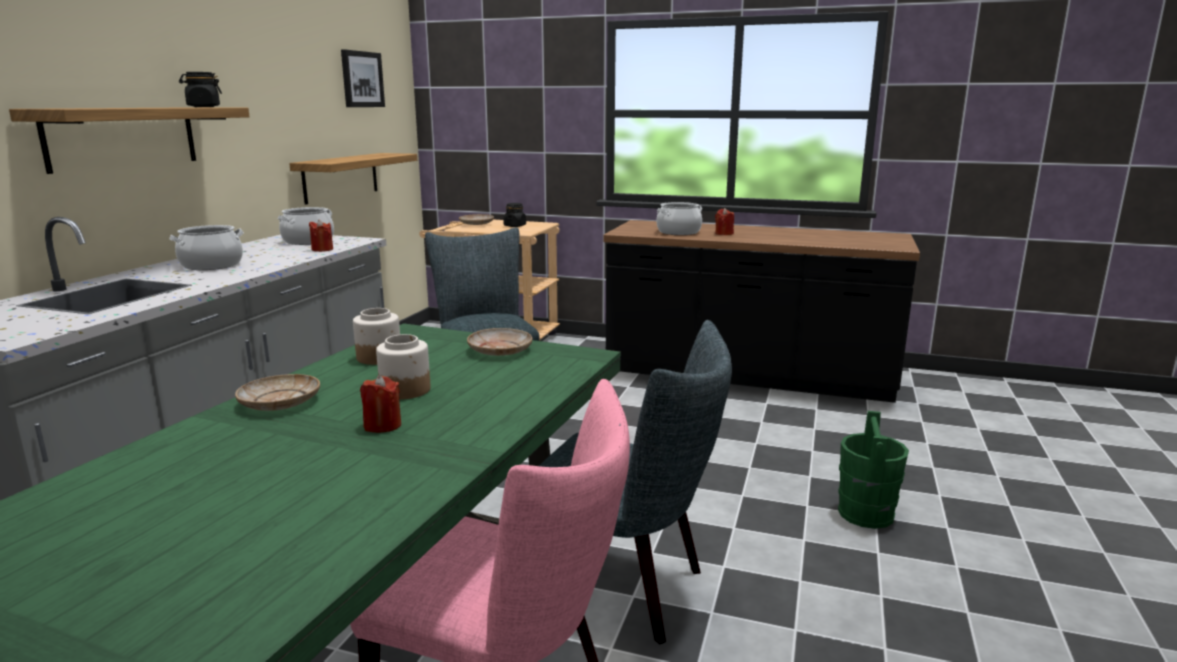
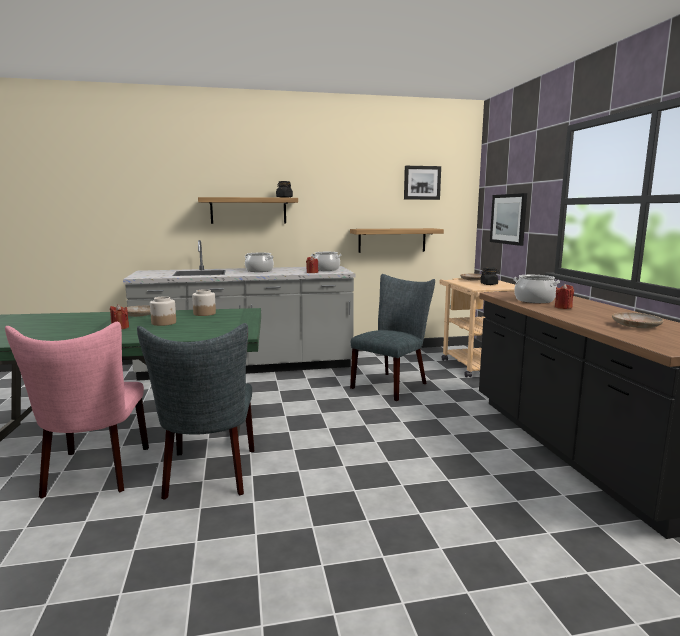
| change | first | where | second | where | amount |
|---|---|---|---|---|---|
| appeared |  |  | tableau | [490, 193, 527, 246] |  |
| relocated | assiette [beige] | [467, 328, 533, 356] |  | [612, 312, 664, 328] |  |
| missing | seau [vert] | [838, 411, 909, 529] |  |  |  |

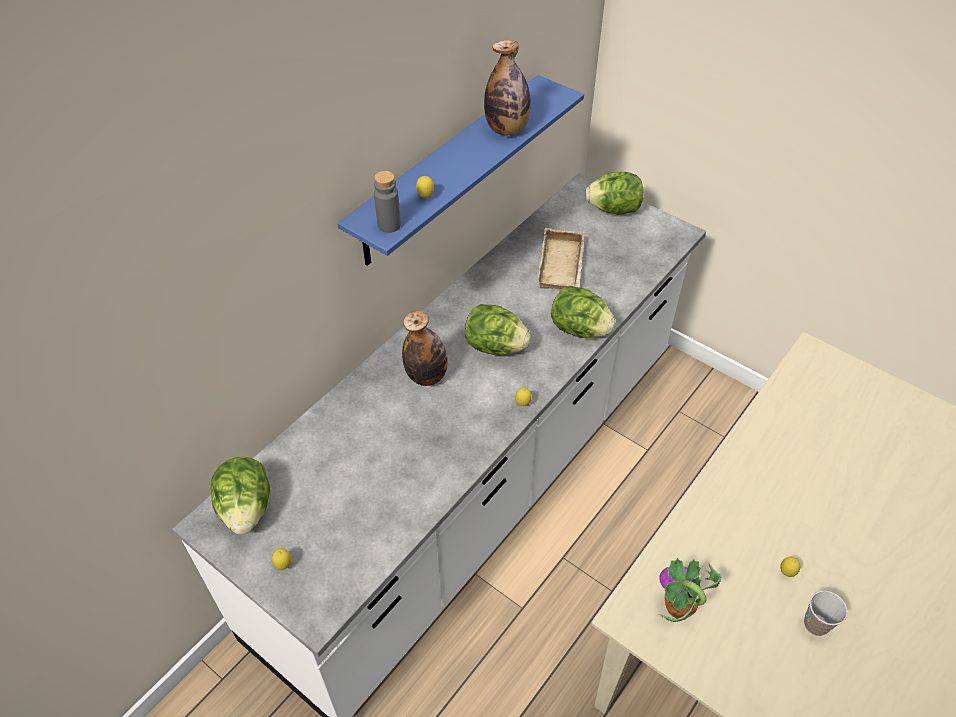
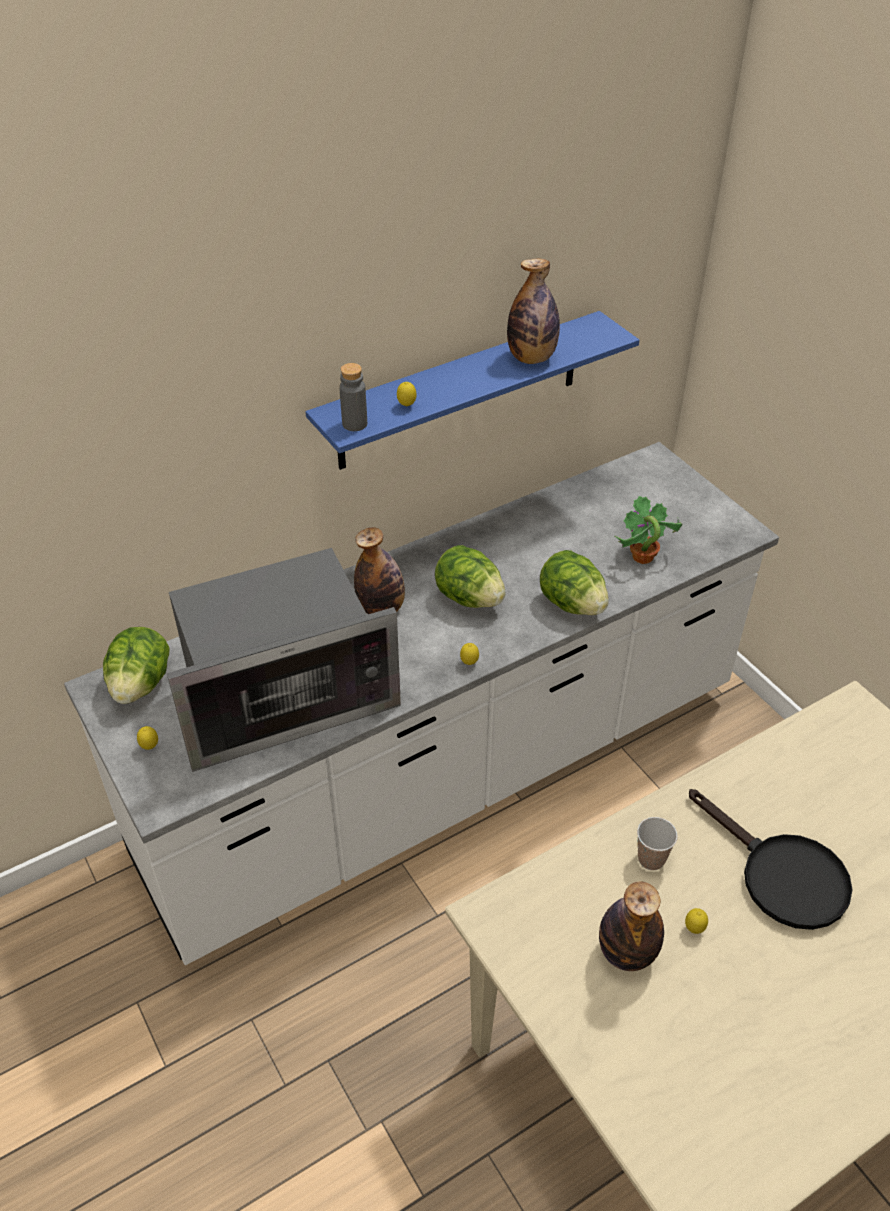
| change | first | where | second | where | amount |
|---|---|---|---|---|---|
| appeared |  |  | micro-ondes | [167, 548, 401, 772] |  |
| appeared |  |  | bouteille | [599, 881, 664, 971] |  |
| relocated | plante en pot | [658, 558, 721, 622] |  | [615, 496, 682, 564] |  |
| relocated | tasse | [804, 591, 848, 636] |  | [637, 817, 678, 870] |  |
| appeared |  |  | poêle [noir] | [689, 789, 853, 930] |  |
| missing | plateau [beige] | [537, 228, 585, 289] |  |  |  |
| missing | laitue | [585, 172, 644, 215] |  |  |  |

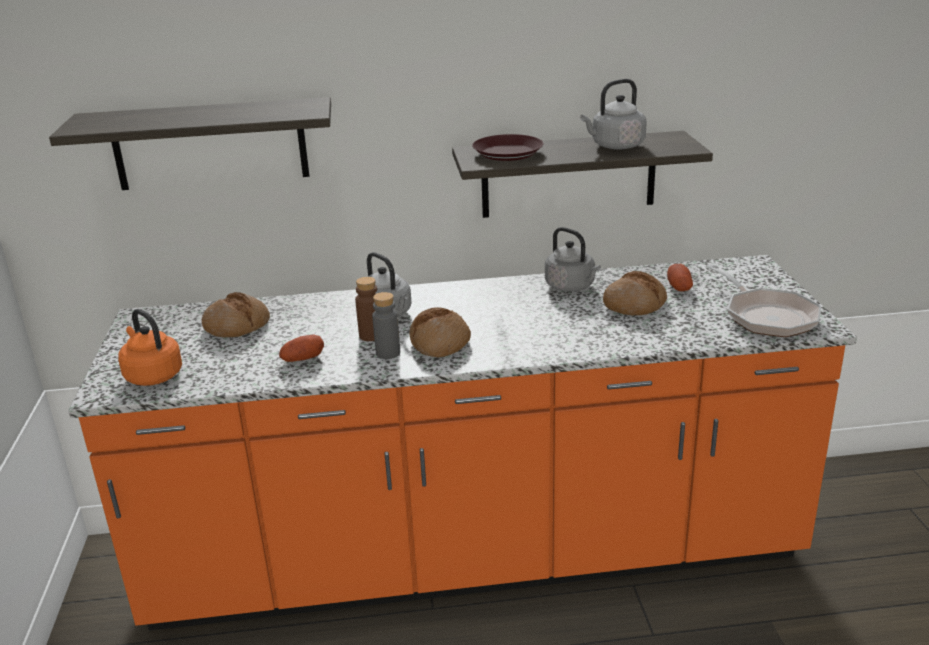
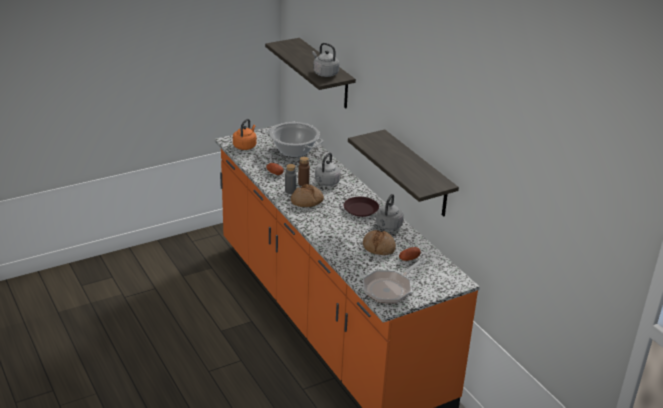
| change | first | where | second | where | amount |
|---|---|---|---|---|---|
| exchanged | pain | [202, 292, 270, 337] | marmite | [266, 122, 323, 157] |  |
| relocated | bouilloire [gris] | [580, 79, 647, 150] |  | [312, 43, 339, 77] |  |
| relocated | assiette [marron] | [472, 134, 544, 161] |  | [343, 197, 379, 217] |  |

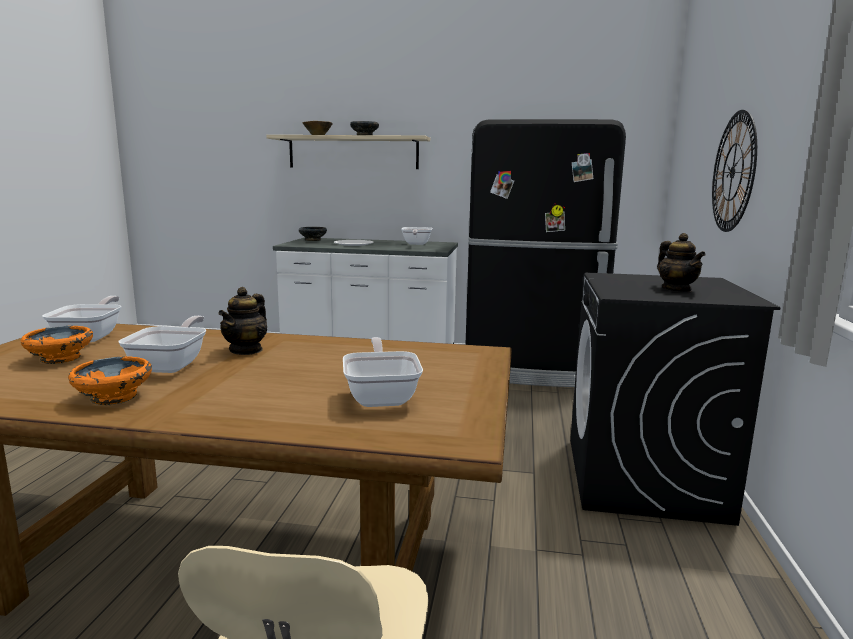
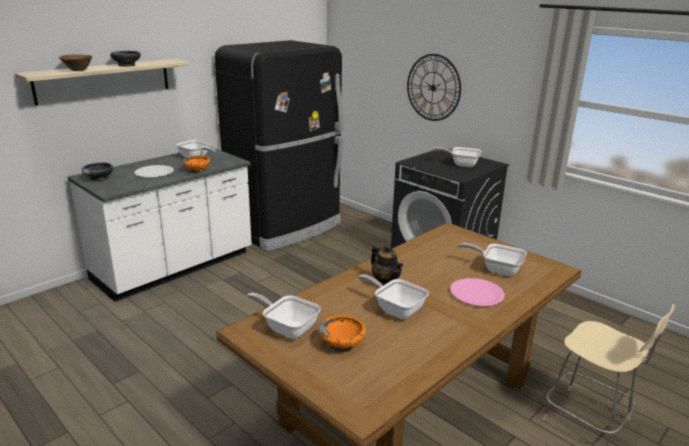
| change | first | where | second | where | amount |
|---|---|---|---|---|---|
| relocated | bol [orange] | [68, 356, 152, 405] |  | [182, 155, 210, 173] |  |
| exchanged | théière | [657, 233, 706, 292] | poêle | [432, 147, 481, 167] |  |
| appeared |  |  | assiette [rose] | [450, 278, 504, 306] |  |

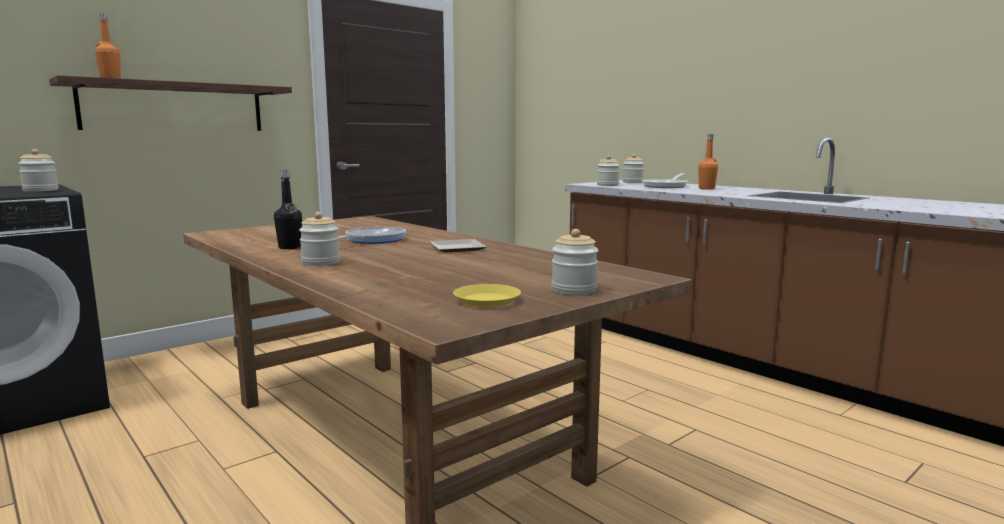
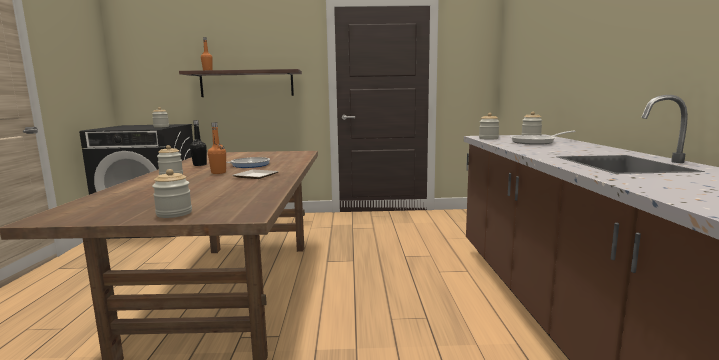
| change | first | where | second | where | amount |
|---|---|---|---|---|---|
| relocated | bouteille [orange] | [698, 134, 718, 190] |  | [208, 122, 226, 174] |  |
| missing | assiette [jaune] | [453, 284, 521, 307] |  |  |  |

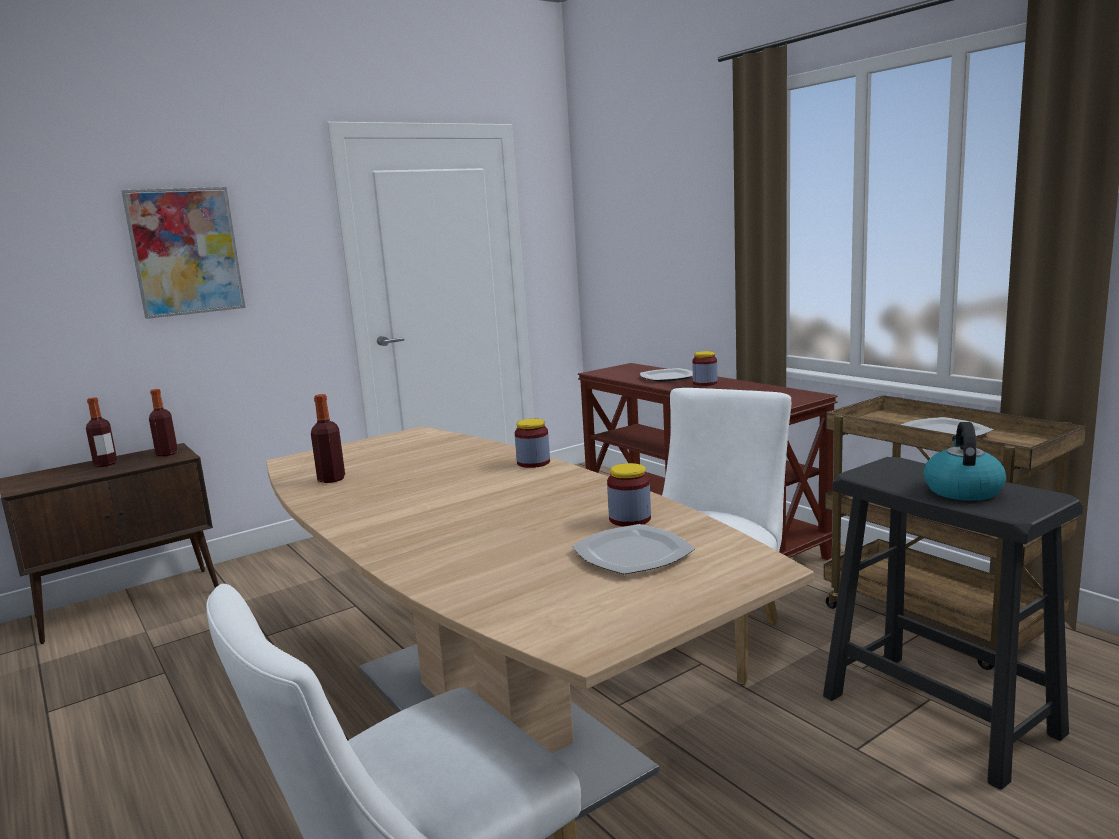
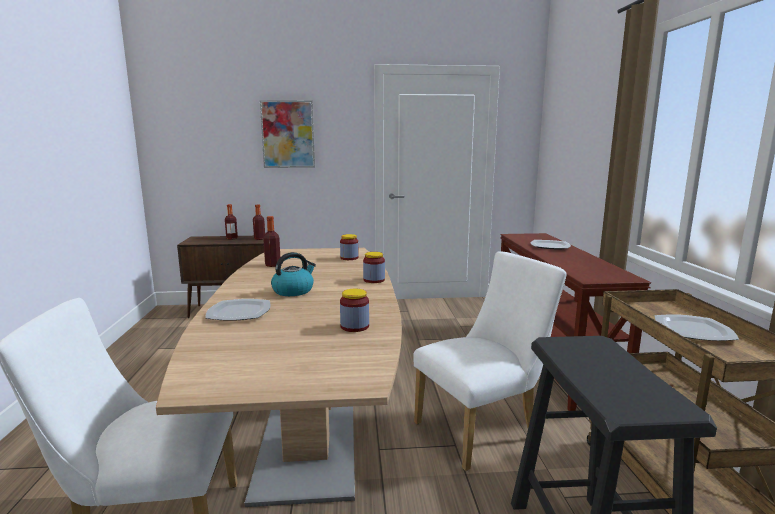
| change | first | where | second | where | amount |
|---|---|---|---|---|---|
| relocated | assiette | [572, 524, 695, 574] |  | [206, 299, 271, 321] |  |
| relocated | bouilloire | [924, 422, 1006, 501] |  | [271, 252, 316, 296] |  |
| relocated | bocal | [692, 351, 718, 386] |  | [340, 234, 359, 260] |  |

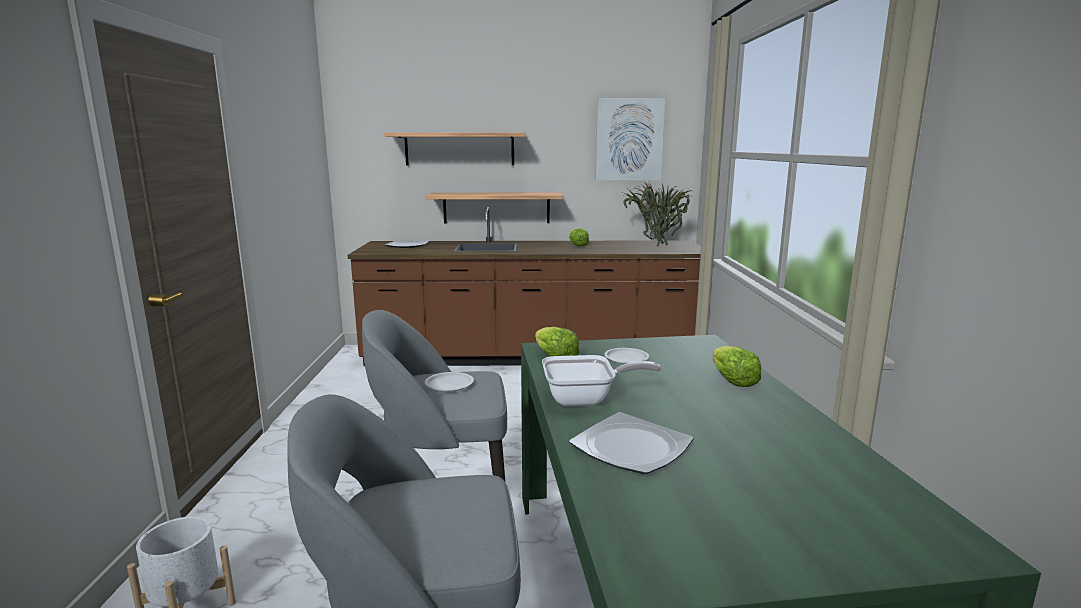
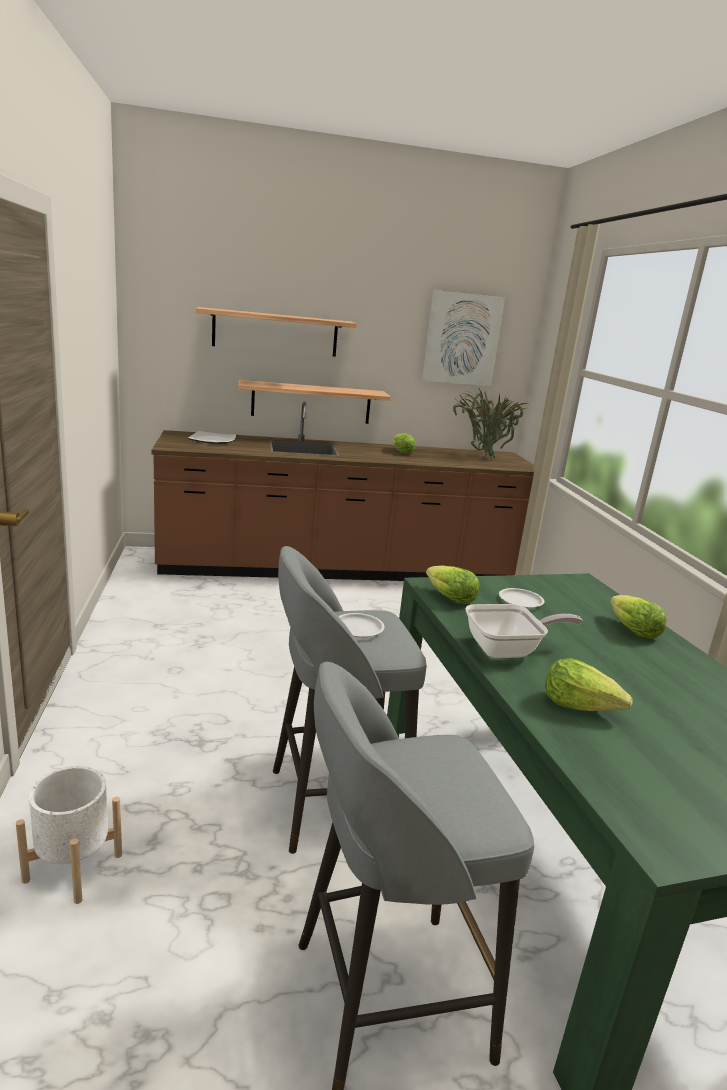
| change | first | where | second | where | amount |
|---|---|---|---|---|---|
| exchanged | assiette | [569, 412, 694, 474] | laitue | [545, 658, 633, 711] |  |

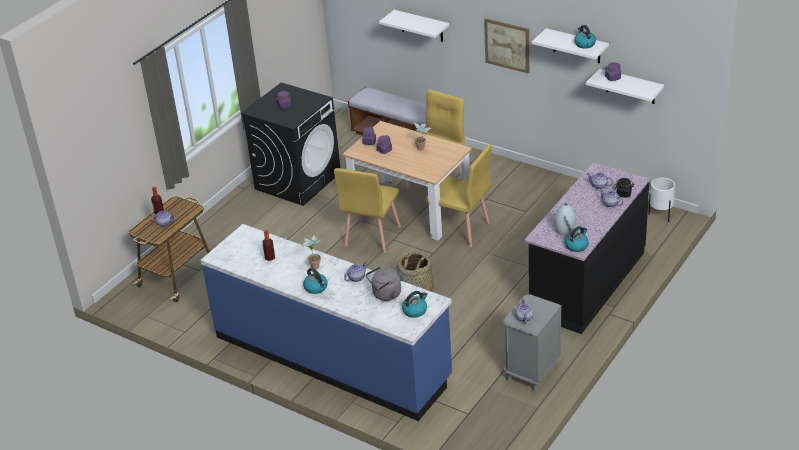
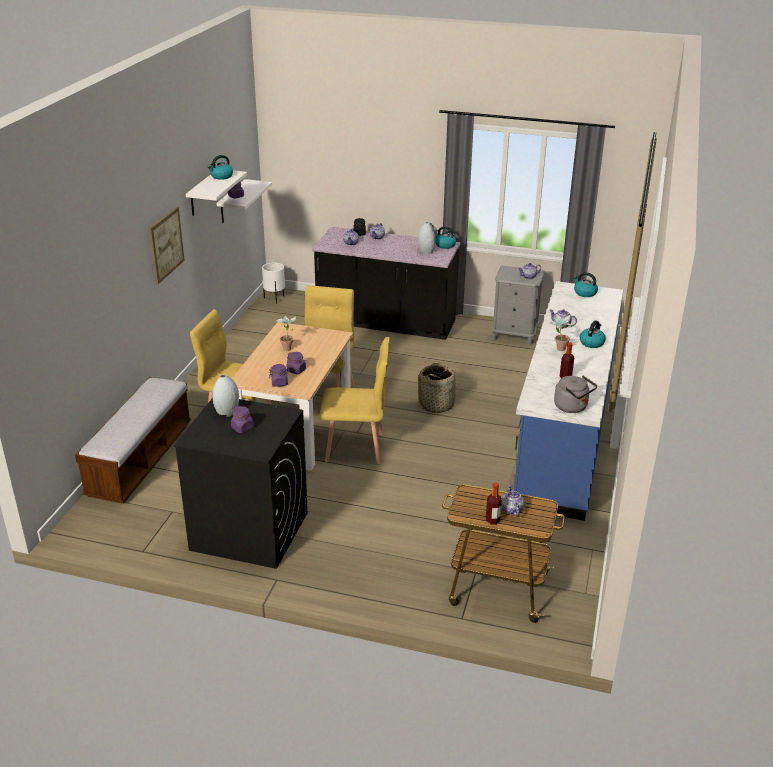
| change | first | where | second | where | amount |
|---|---|---|---|---|---|
| appeared |  |  | vase [gris] | [212, 375, 239, 417] |  |
| relocated | bouilloire [gris] | [366, 267, 401, 301] |  | [554, 375, 597, 413] |  |
| missing | étagère [blanc] | [379, 10, 449, 42] |  |  |  |

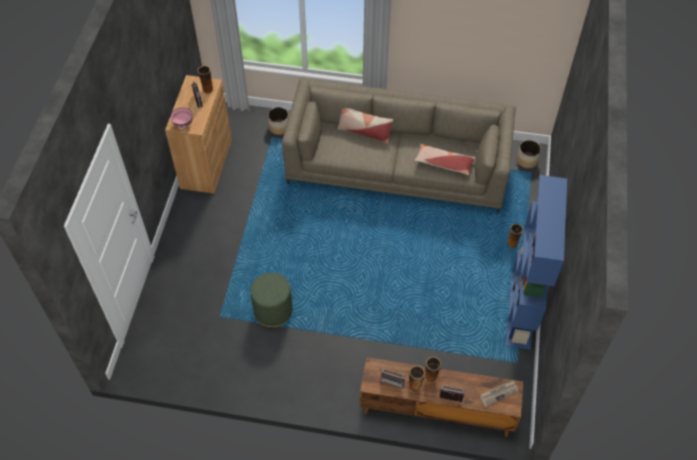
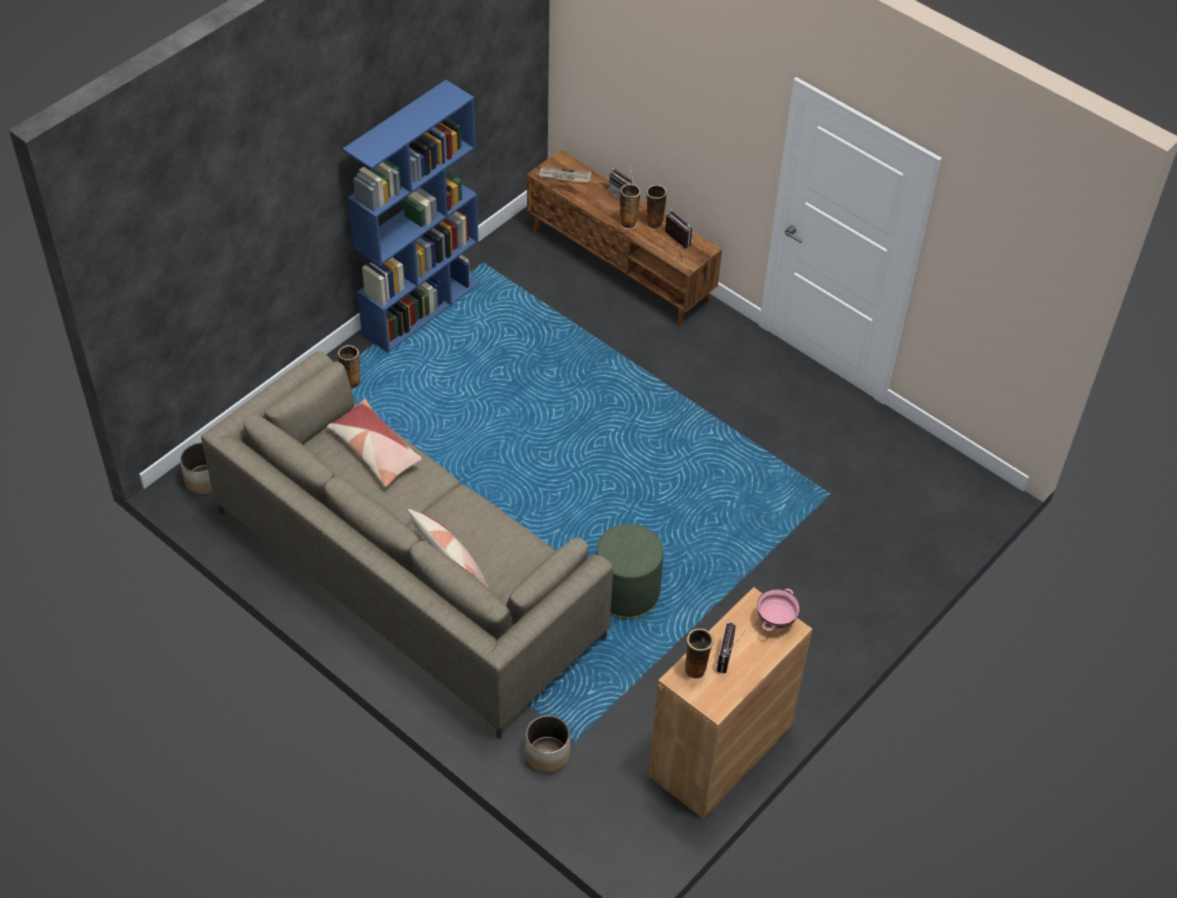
| change | first | where | second | where | amount |
|---|---|---|---|---|---|
| relocated | pouf [vert] | [251, 273, 293, 328] |  | [596, 524, 663, 619] |  |

